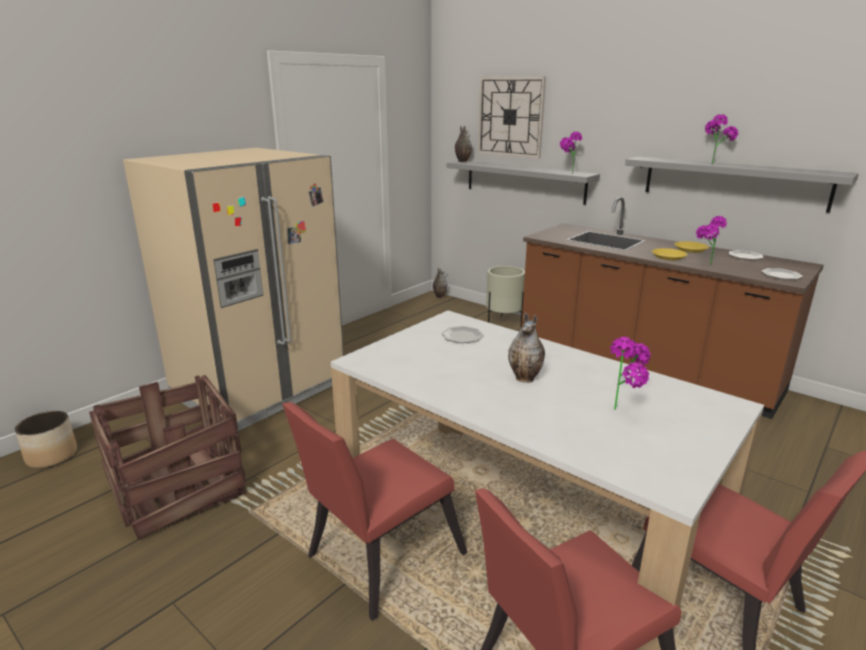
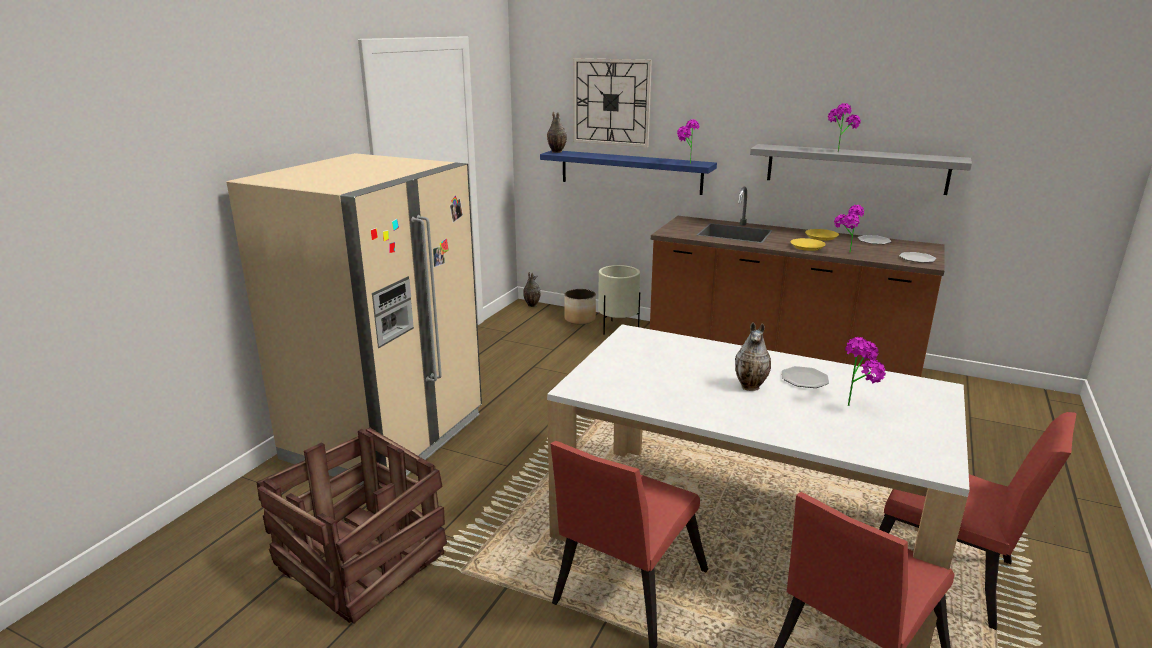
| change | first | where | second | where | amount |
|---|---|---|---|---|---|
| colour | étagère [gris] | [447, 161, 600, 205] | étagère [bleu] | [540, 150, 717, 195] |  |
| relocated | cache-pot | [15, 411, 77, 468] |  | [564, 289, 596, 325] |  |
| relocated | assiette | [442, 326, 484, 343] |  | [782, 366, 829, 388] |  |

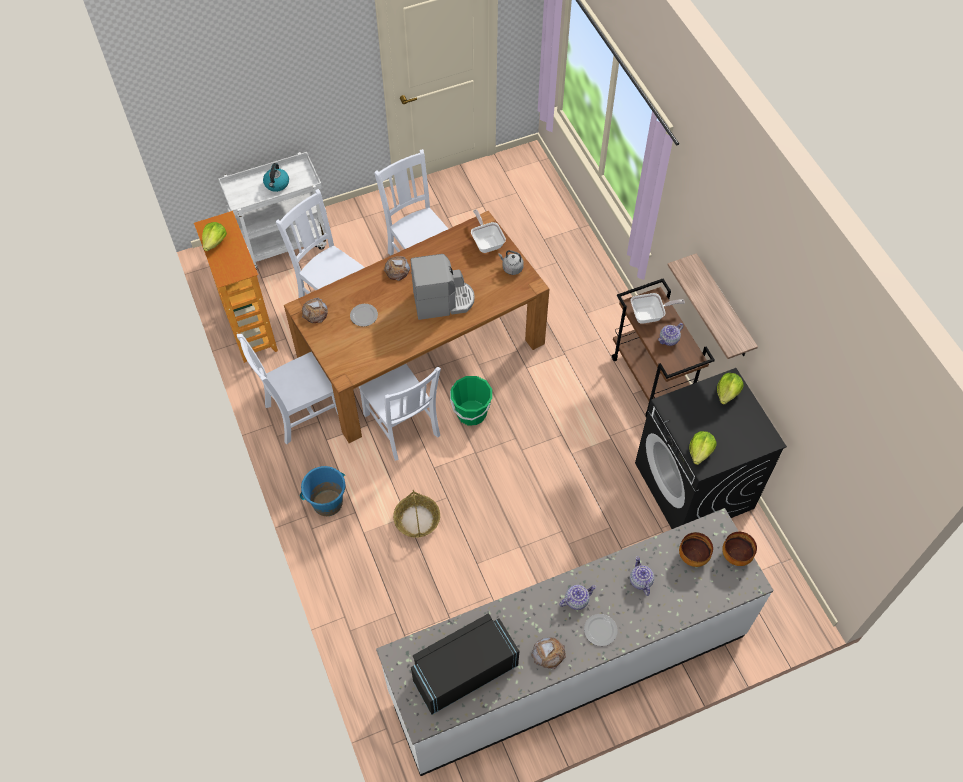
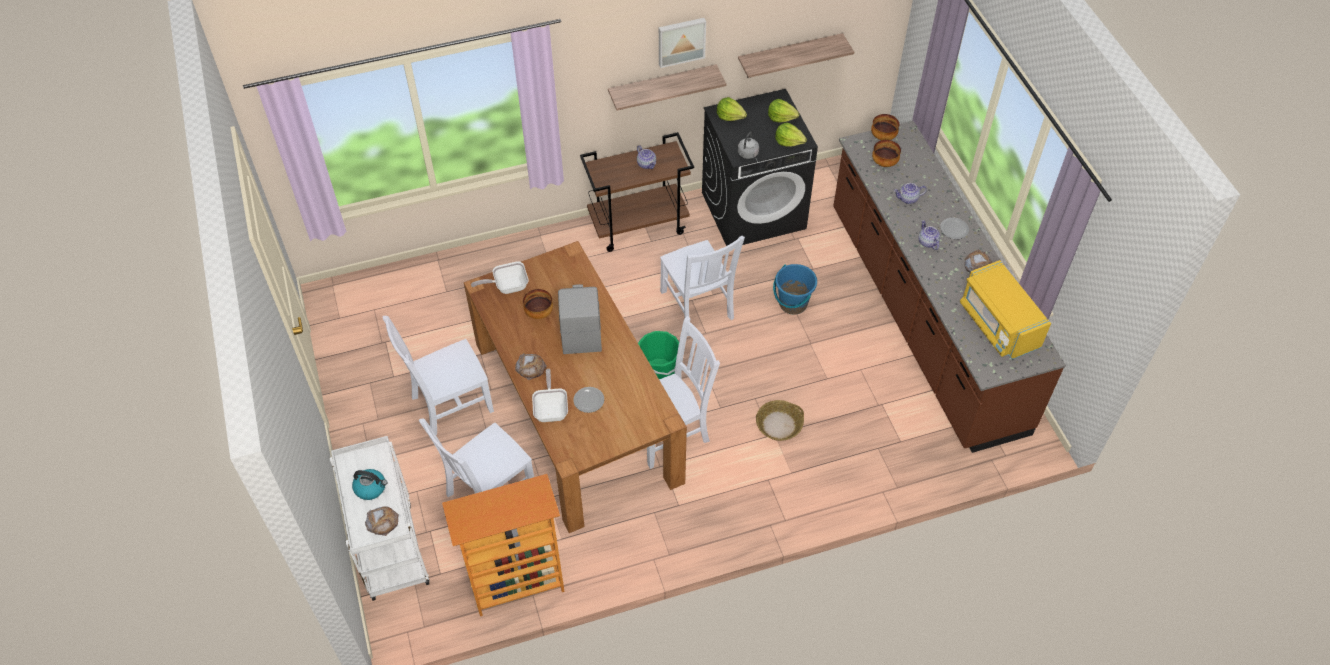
| change | first | where | second | where | amount |
|---|---|---|---|---|---|
| relocated | pain | [302, 298, 328, 323] |  | [365, 506, 399, 536] |  |
| appeared |  |  | bol | [523, 289, 553, 319] |  |
| relocated | poêle | [631, 293, 685, 324] |  | [532, 369, 568, 422] |  |
| appeared |  |  | tableau | [659, 18, 706, 68] |  |
| relocated | chaise [blanc] | [237, 334, 338, 444] |  | [660, 236, 745, 336] |  |
| appeared |  |  | étagère | [738, 33, 854, 78] |  |
| relocated | bouilloire [gris] | [498, 250, 524, 275] |  | [738, 132, 759, 159] |  |
| relocated | laitue | [202, 222, 227, 251] |  | [768, 99, 799, 122] |  |
| relocated | seau [bleu] | [300, 466, 345, 516] |  | [773, 264, 817, 315] |  |
| colour | comptoir de cuisine [blanc] | [376, 508, 774, 776] | comptoir de cuisine [marron] | [833, 121, 1066, 453] |  |
| colour | micro-ondes [noir] | [411, 613, 519, 715] | micro-ondes [jaune] | [960, 260, 1051, 360] |  |

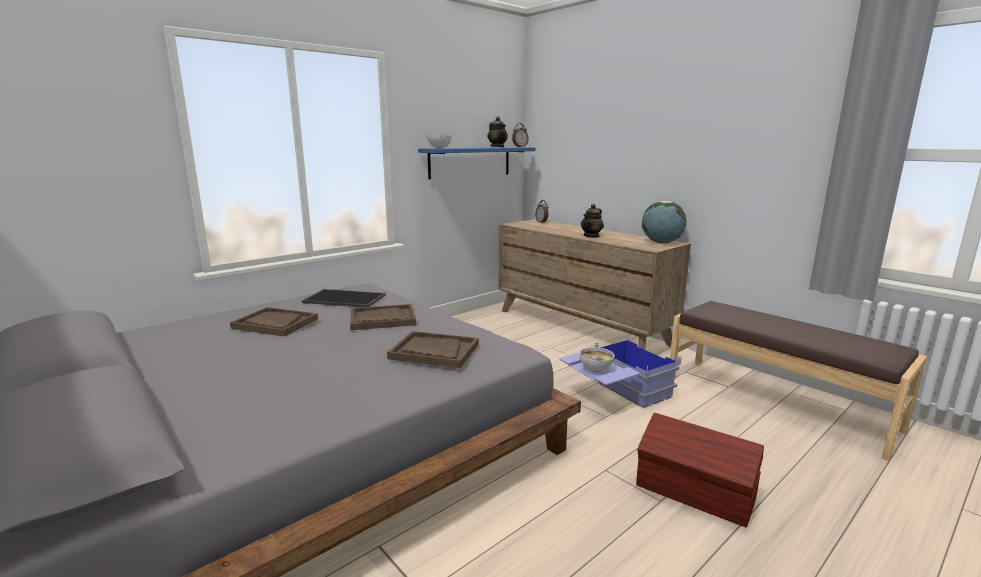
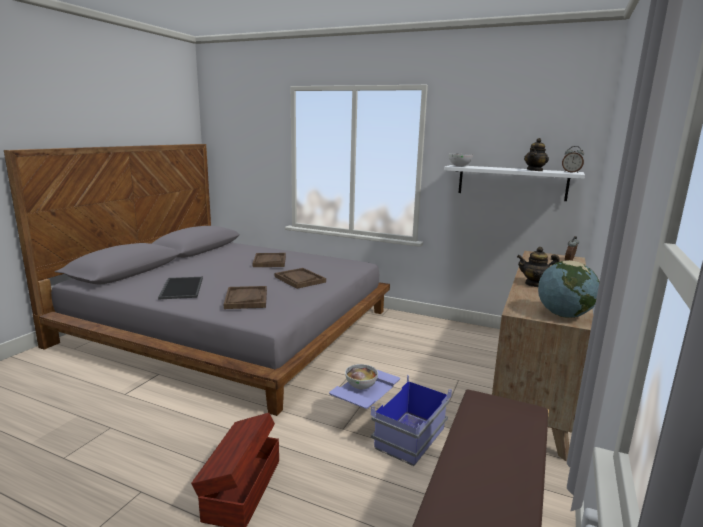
| change | first | where | second | where | amount |
|---|---|---|---|---|---|
| relocated | plateau | [302, 289, 386, 307] |  | [158, 277, 203, 300] |  |
| colour | étagère [bleu] | [418, 147, 535, 179] | étagère [blanc] | [444, 165, 585, 201] |  |

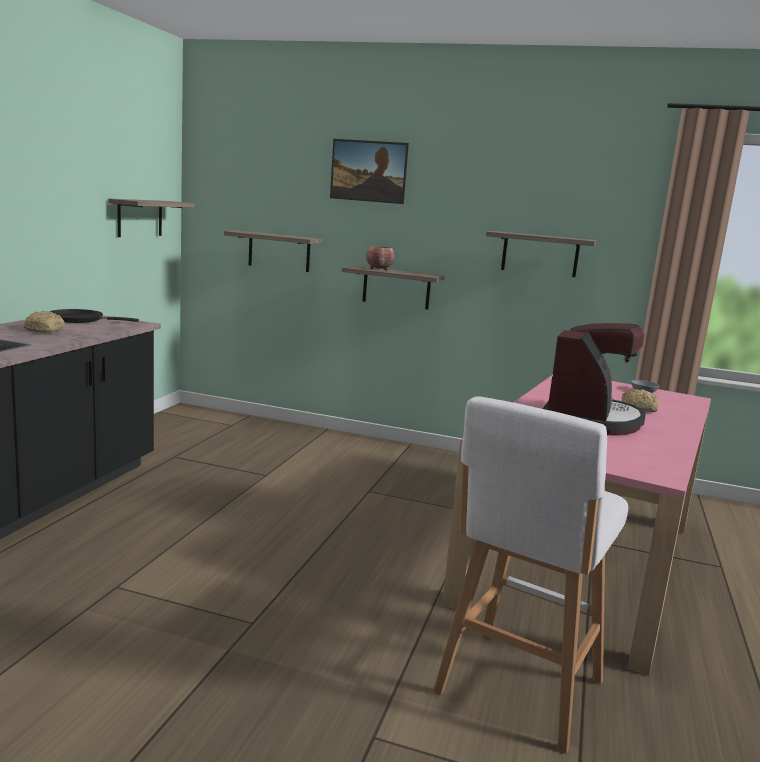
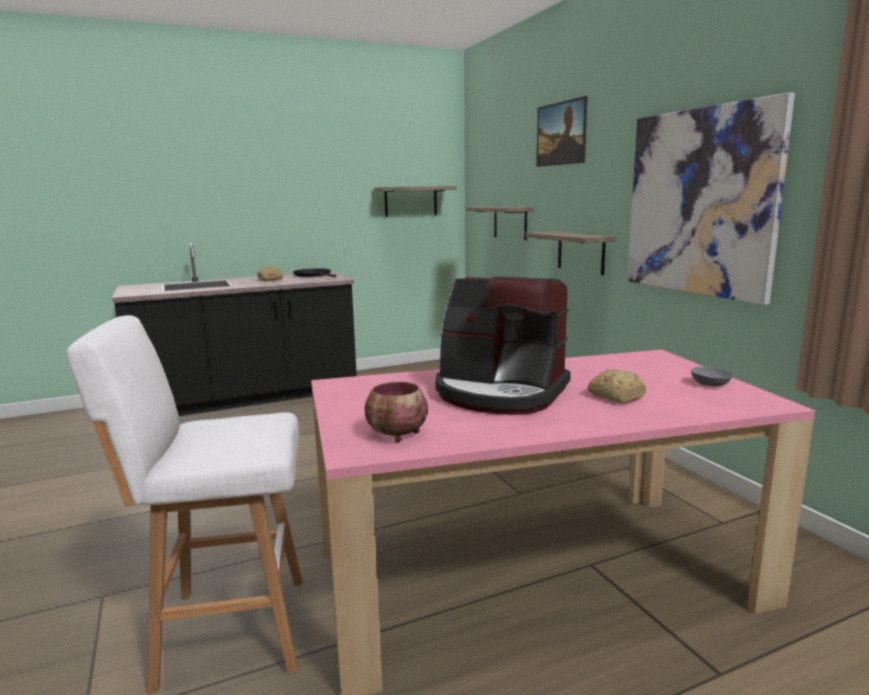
| change | first | where | second | where | amount |
|---|---|---|---|---|---|
| relocated | bol | [366, 246, 395, 271] |  | [364, 381, 428, 442] |  |
| spun | machine à café | [543, 323, 646, 436] |  | [435, 276, 571, 415] | 45 degrees clockwise |
| exchanged | étagère | [486, 231, 596, 277] | tableau | [627, 93, 795, 305] |  |

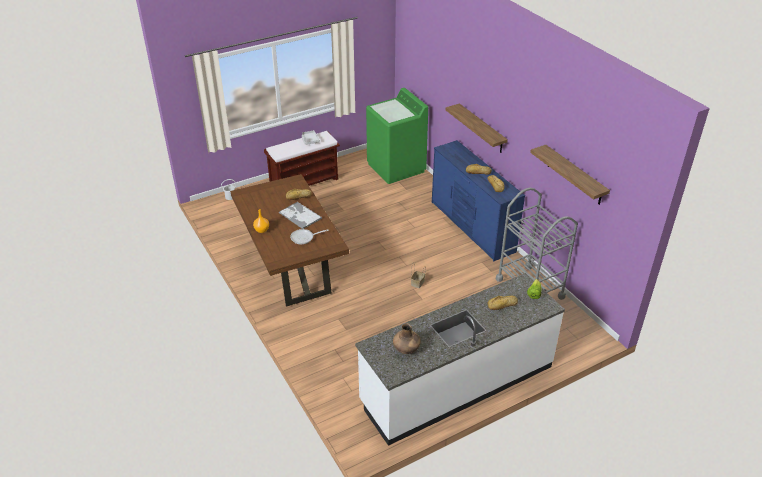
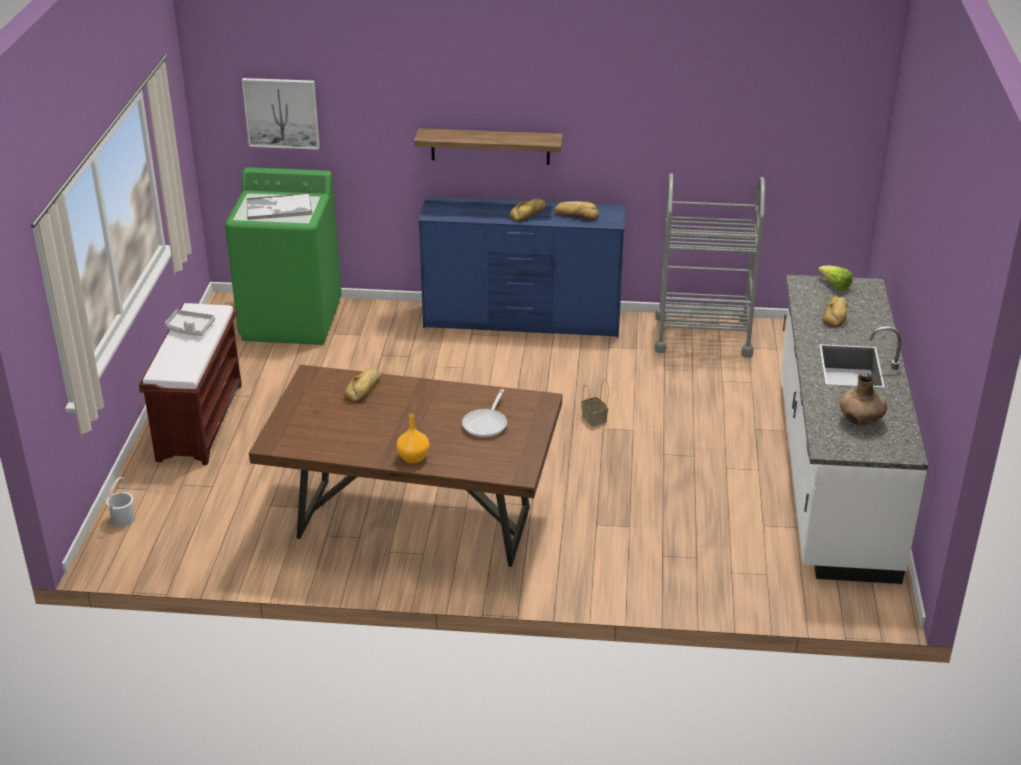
| change | first | where | second | where | amount |
|---|---|---|---|---|---|
| appeared |  |  | tableau | [242, 78, 320, 150] |  |
| relocated | plateau | [279, 202, 322, 229] |  | [246, 193, 313, 220] |  |
| missing | étagère | [530, 145, 610, 205] |  |  |  |

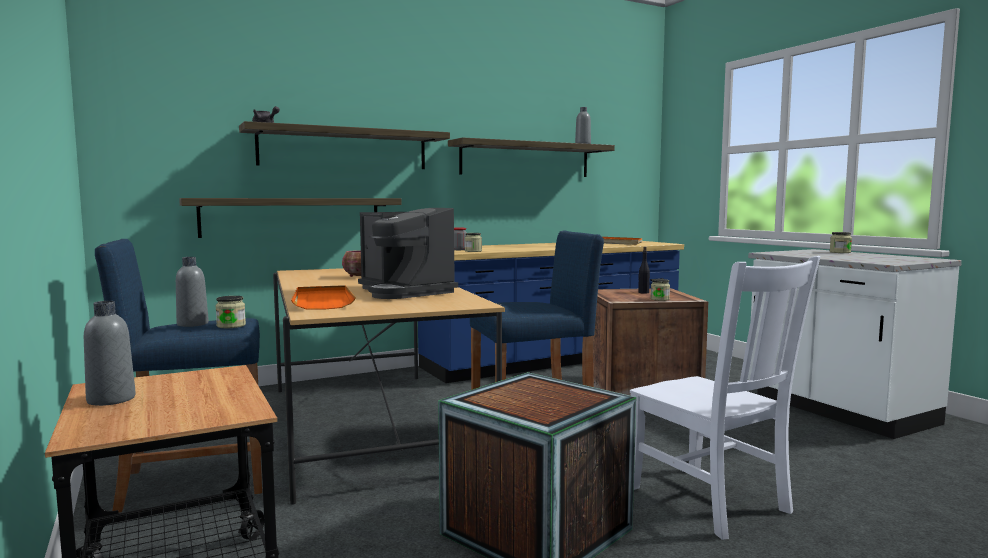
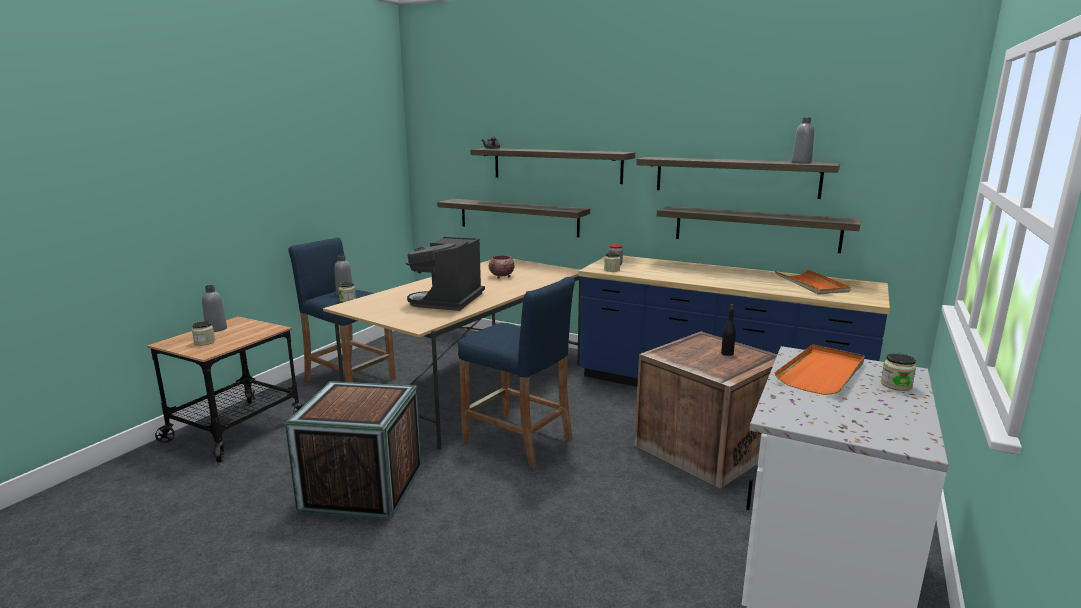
| change | first | where | second | where | amount |
|---|---|---|---|---|---|
| relocated | bocal | [651, 279, 670, 301] |  | [192, 321, 215, 346] |  |
| appeared |  |  | étagère | [657, 206, 861, 253] |  |
| relocated | plateau [orange] | [291, 285, 356, 310] |  | [774, 344, 865, 395] |  |
| missing | chaise [blanc] | [630, 256, 820, 540] |  |  |  |

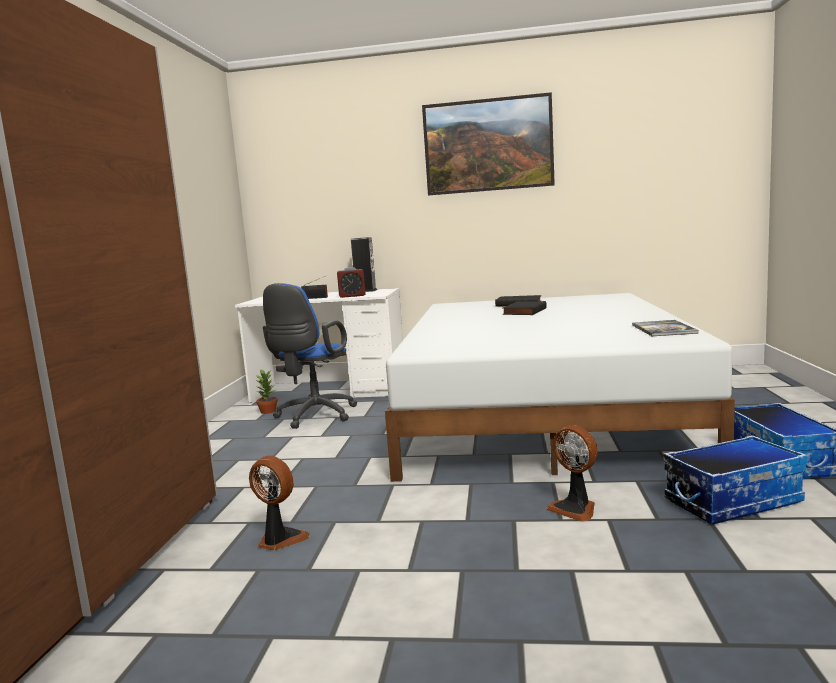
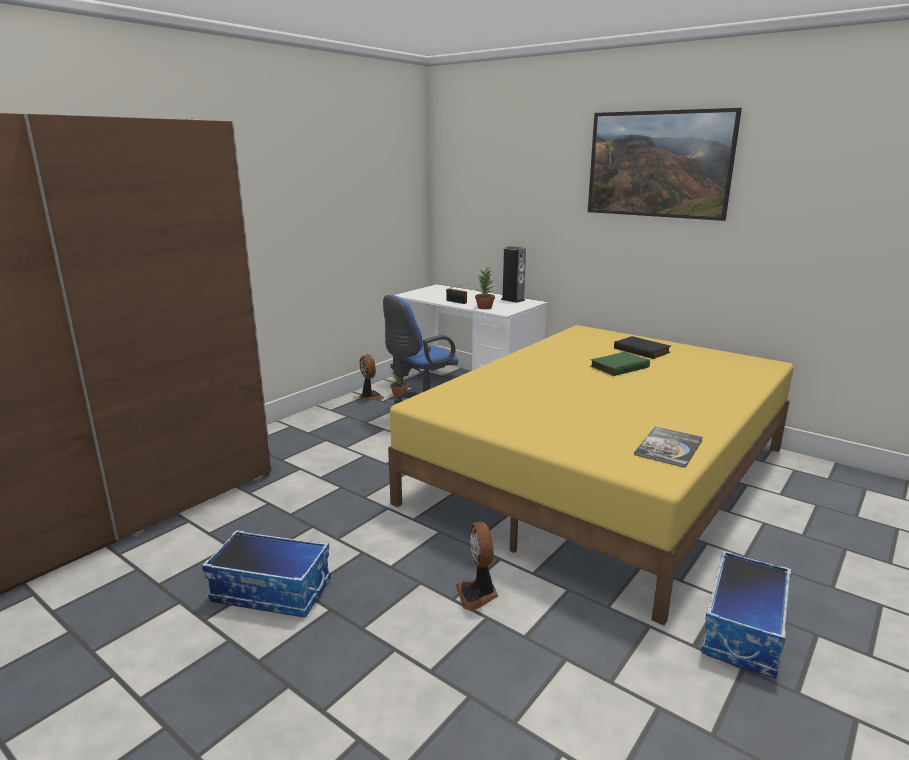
| change | first | where | second | where | amount |
|---|---|---|---|---|---|
| relocated | boîte de rangement | [664, 435, 808, 524] |  | [202, 530, 331, 618] |  |
| relocated | ventilateur | [249, 456, 310, 551] |  | [359, 354, 384, 400] |  |
| colour | lit [blanc] | [385, 293, 735, 482] | lit [jaune] | [388, 325, 794, 626] |  |
| exchanged | réveil | [337, 267, 366, 298] | plante en pot | [475, 267, 495, 309] |  |
| colour | livre [noir] | [502, 301, 547, 315] | livre [vert] | [590, 352, 650, 376] |  |

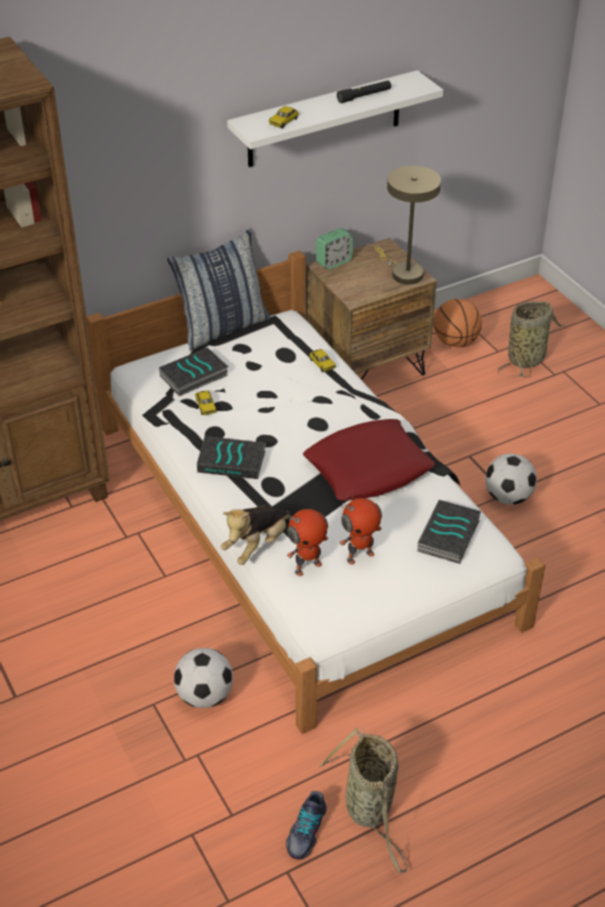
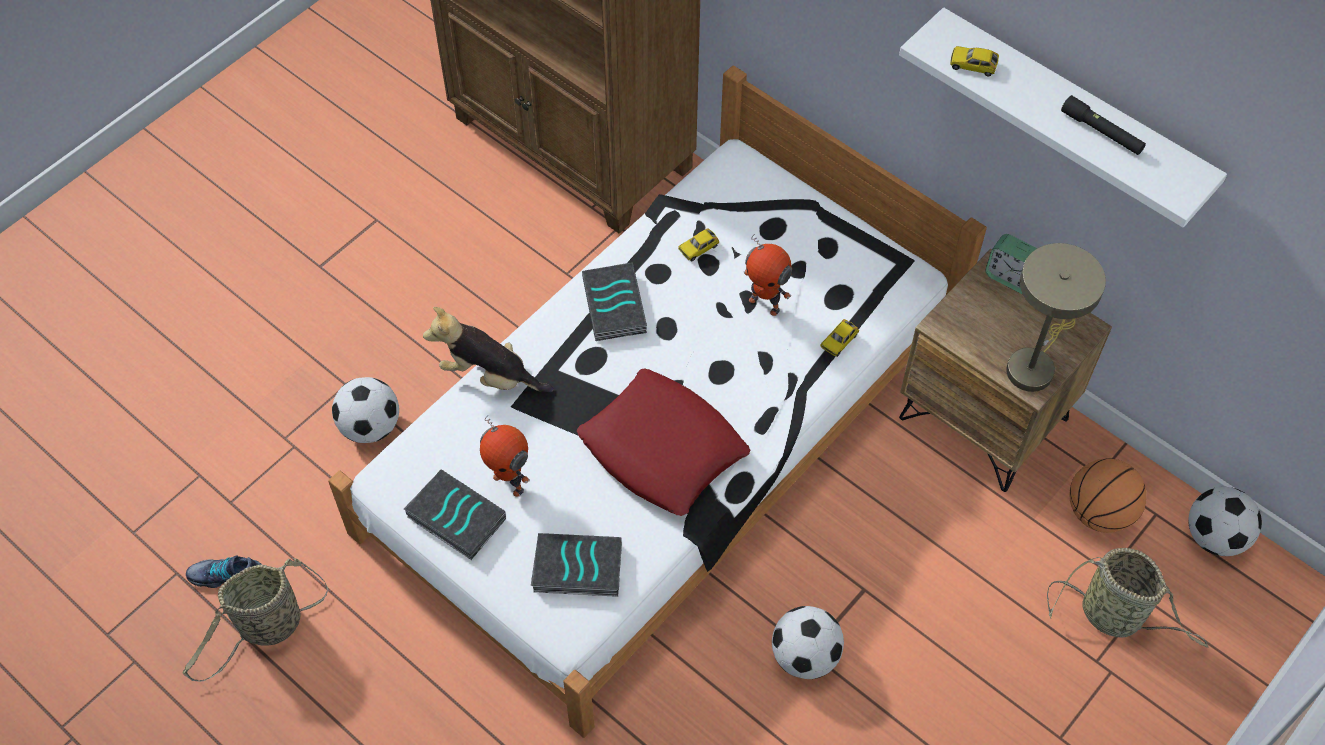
| change | first | where | second | where | amount |
|---|---|---|---|---|---|
| relocated | livre | [159, 347, 228, 396] |  | [404, 469, 506, 560] |  |
| relocated | robot jouet | [287, 509, 328, 576] |  | [744, 234, 792, 316] |  |
| appeared |  |  | ballon de foot | [1188, 487, 1262, 556] |  |
| missing | coussin | [167, 229, 270, 351] |  |  |  |

